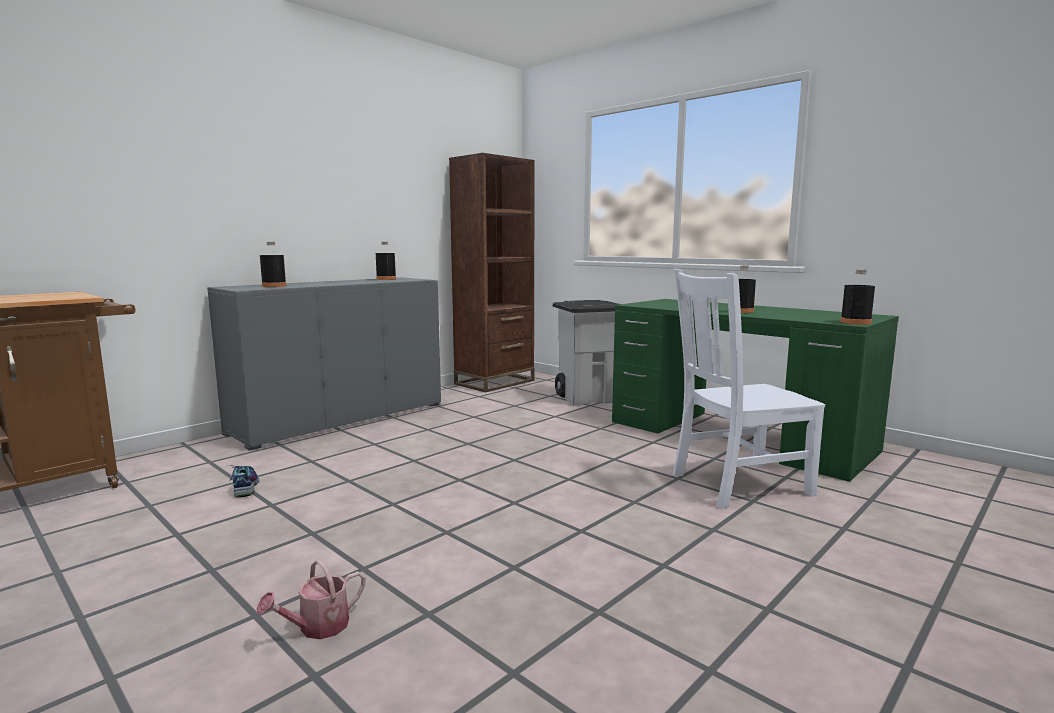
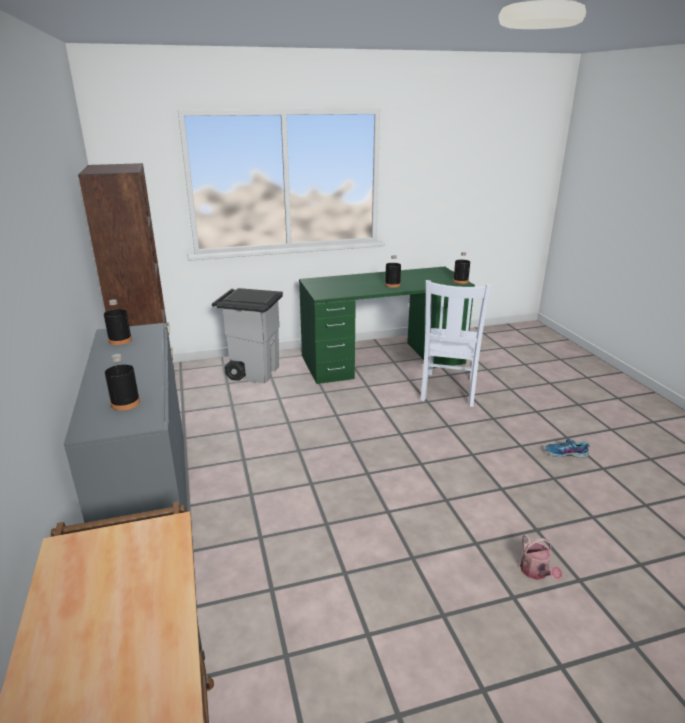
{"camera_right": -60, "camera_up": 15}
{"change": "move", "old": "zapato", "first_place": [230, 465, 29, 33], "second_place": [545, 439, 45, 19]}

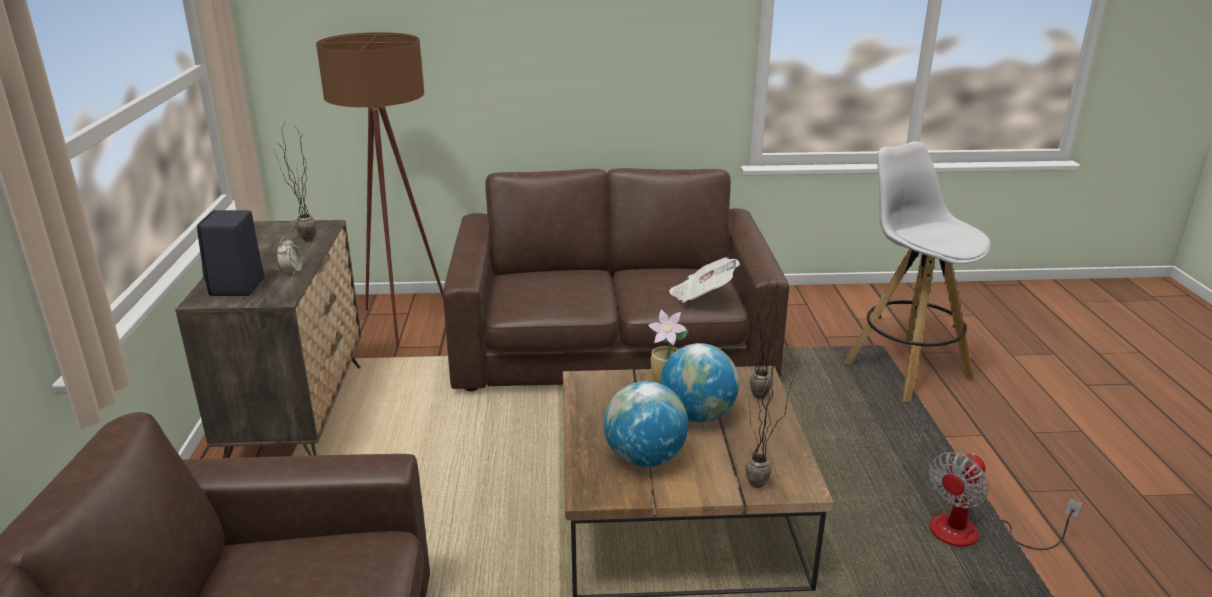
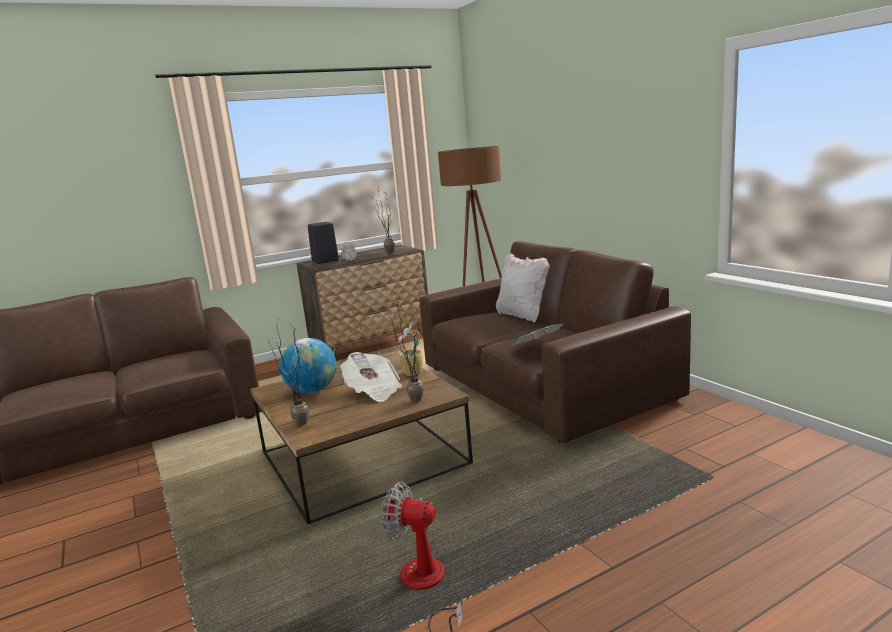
{"camera_right": 65, "camera_up": -10}
{"change": "replace", "old": "globo terráqueo", "new": "periódico", "first_place": [660, 343, 79, 79], "second_place": [340, 352, 62, 50]}
{"change": "delete", "old": "taburete [blanco]", "first_place": [844, 141, 146, 261]}
{"change": "insert", "new": "cojín [blanco]", "second_place": [496, 253, 54, 70]}

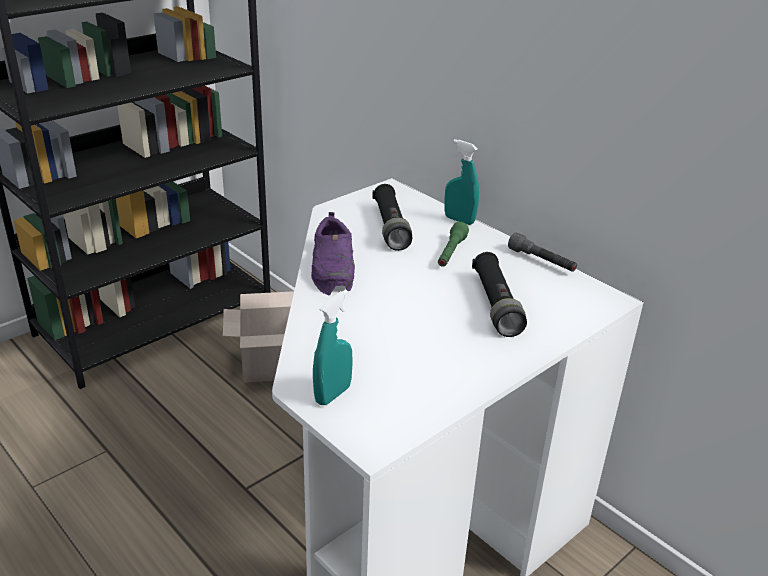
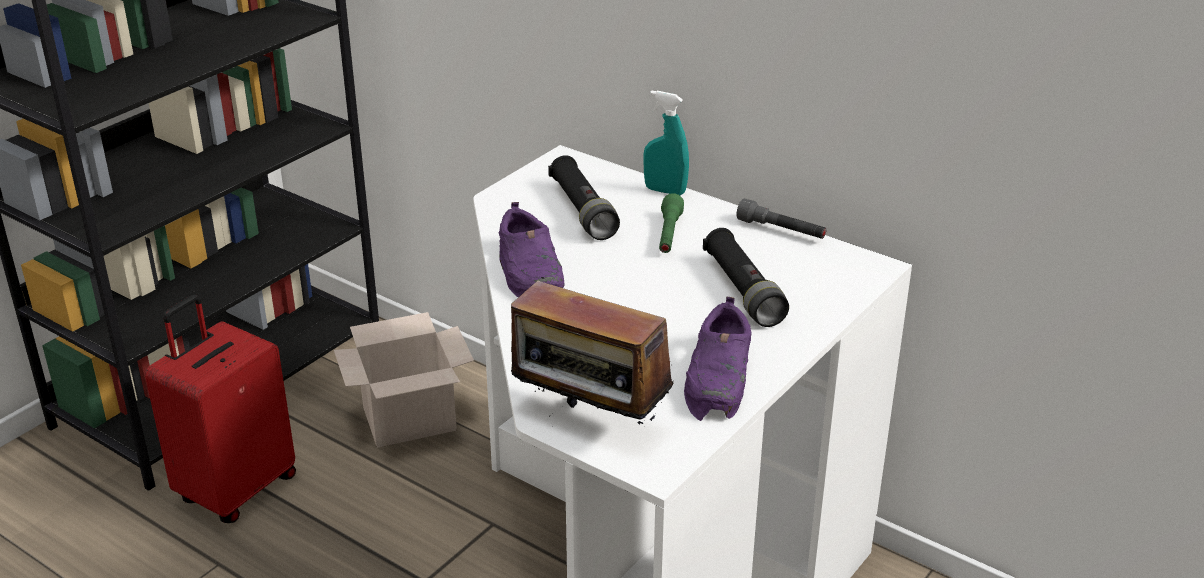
{"camera_right": -10, "camera_up": 0}
{"change": "replace", "old": "pulverizador [turquesa]", "new": "radio", "first_place": [313, 290, 40, 115], "second_place": [511, 277, 162, 148]}
{"change": "insert", "new": "maleta [rojo]", "second_place": [145, 295, 151, 228]}
{"change": "insert", "new": "zapato [morado]", "second_place": [684, 297, 68, 124]}

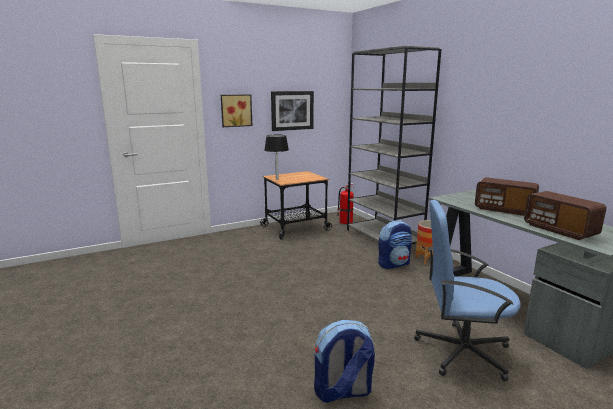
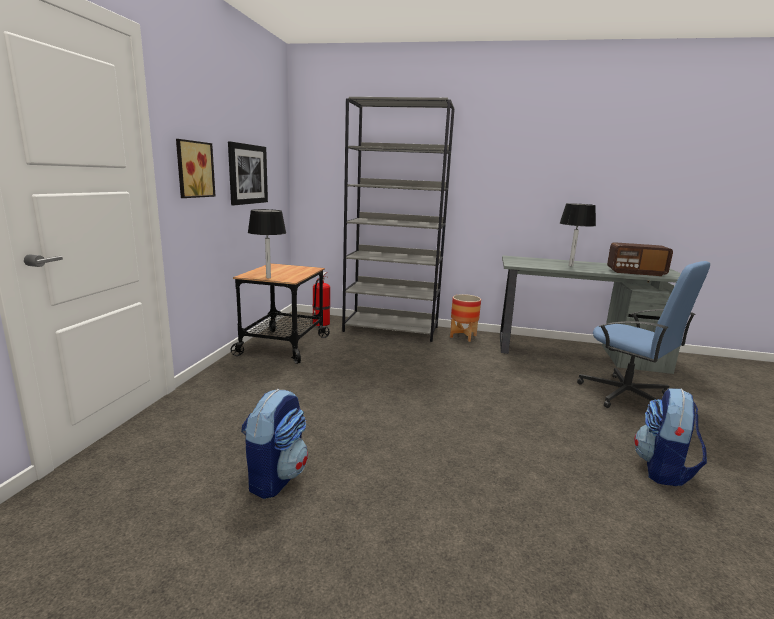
{"camera_right": -50, "camera_up": 0}
{"change": "move", "old": "mochila", "first_place": [378, 220, 34, 49], "second_place": [241, 389, 67, 110]}
{"change": "rotate", "old": "silla de oficina [azul]", "first_place": [414, 200, 107, 181], "second_place": [577, 261, 133, 147], "degrees": -90}
{"change": "replace", "old": "radio", "new": "lámpara de mesa [negro]", "first_place": [475, 177, 64, 39], "second_place": [560, 203, 36, 63]}

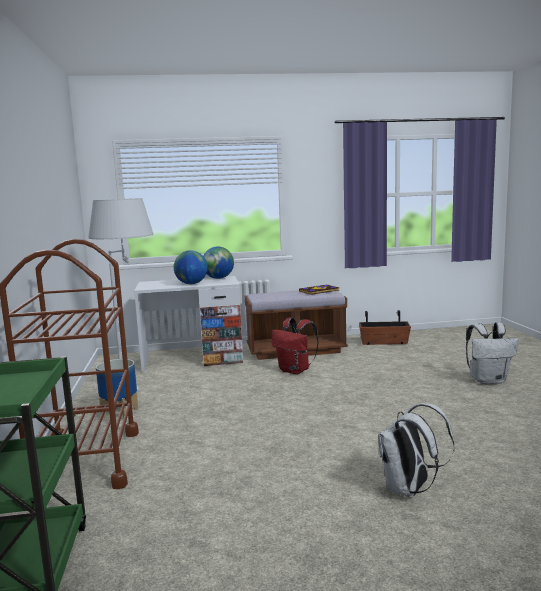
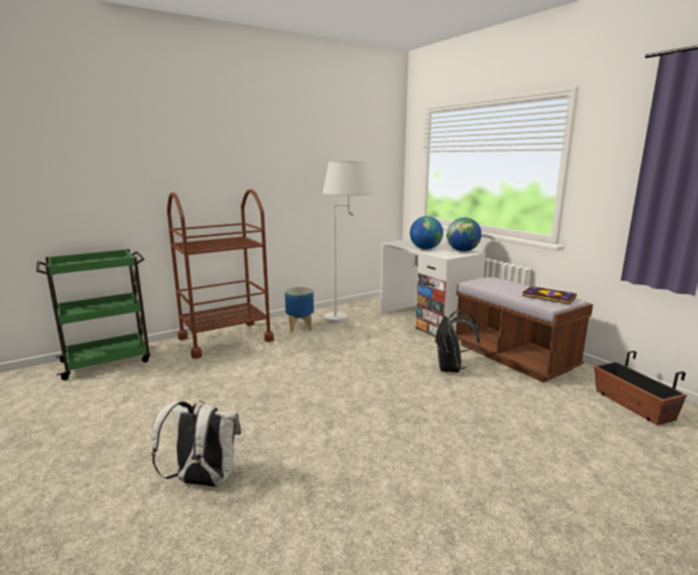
{"camera_right": 65, "camera_up": 5}
{"change": "recolor", "old": "mochila [rojo]", "new": "mochila [negro]", "first_place": [272, 317, 47, 57], "second_place": [435, 310, 46, 63]}
{"change": "delete", "old": "mochila [blanco]", "first_place": [466, 322, 53, 62]}

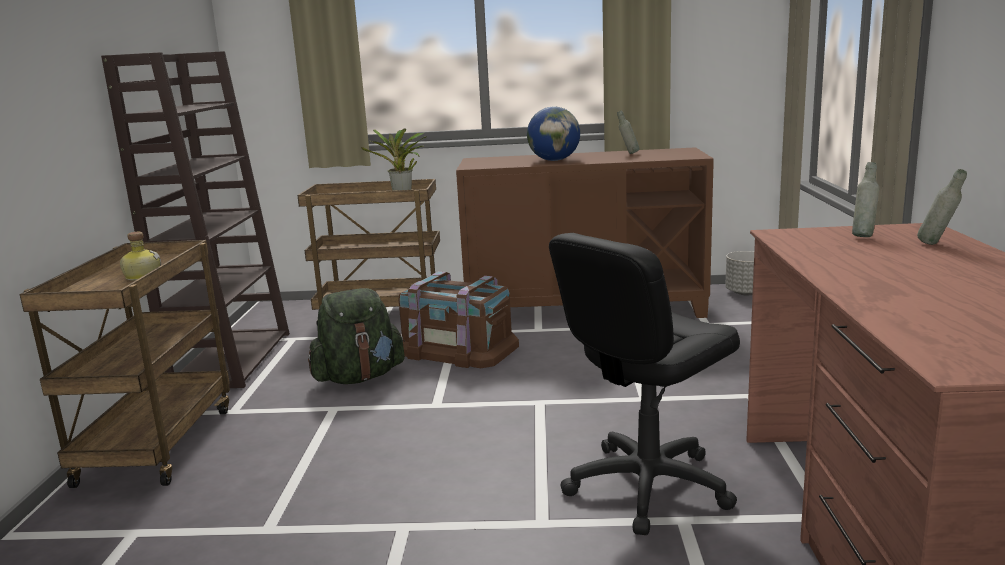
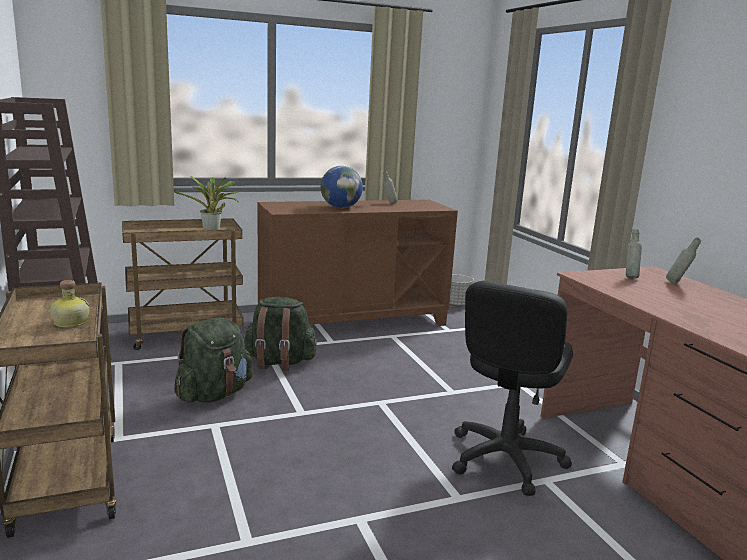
{"camera_right": -25, "camera_up": 0}
{"change": "replace", "old": "caja de almacenaje [marrón]", "new": "mochila [verde]", "first_place": [398, 271, 121, 97], "second_place": [243, 297, 74, 74]}

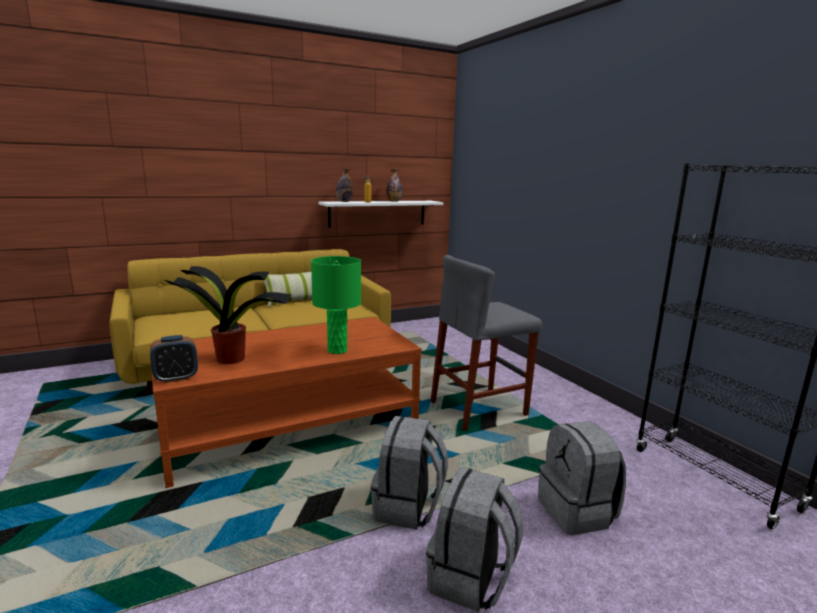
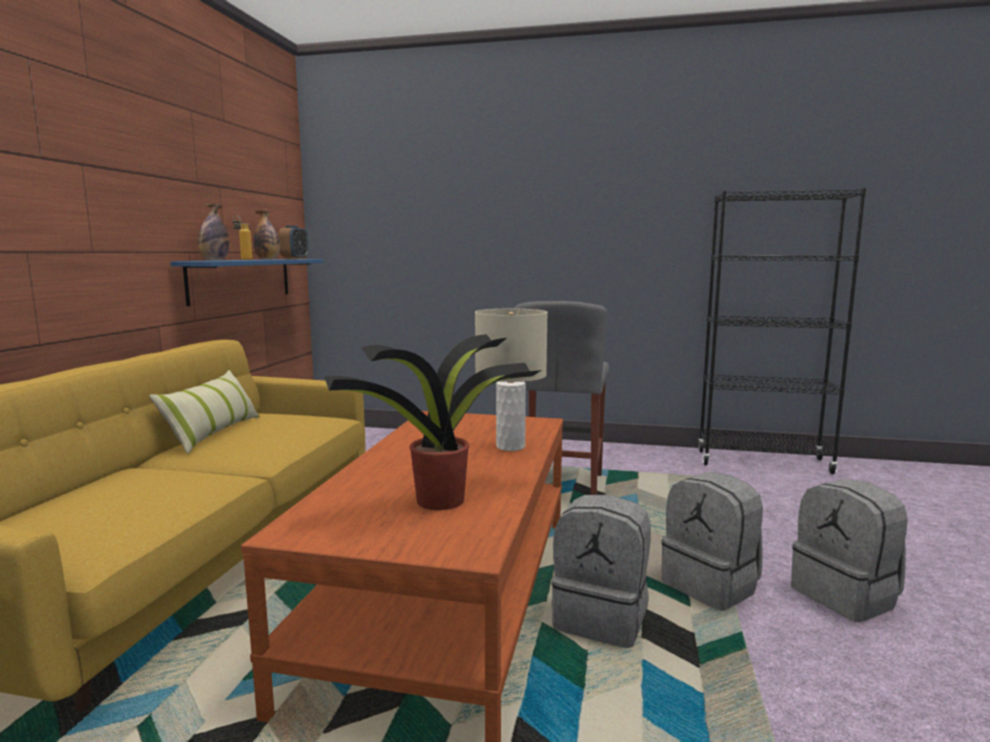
{"camera_right": -50, "camera_up": -5}
{"change": "move", "old": "despertador", "first_place": [150, 335, 48, 48], "second_place": [279, 225, 29, 34]}
{"change": "recolor", "old": "lámpara de mesa [verde]", "new": "lámpara de mesa [beis]", "first_place": [311, 256, 50, 98], "second_place": [475, 309, 73, 142]}
{"change": "recolor", "old": "estante [blanco]", "new": "estante [azul]", "first_place": [319, 201, 125, 27], "second_place": [171, 259, 152, 47]}
{"change": "move", "old": "mochila [gris]", "first_place": [538, 421, 88, 114], "second_place": [552, 495, 99, 153]}

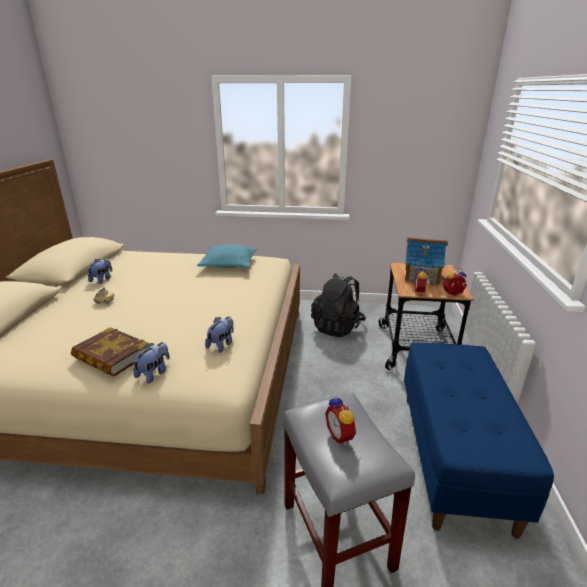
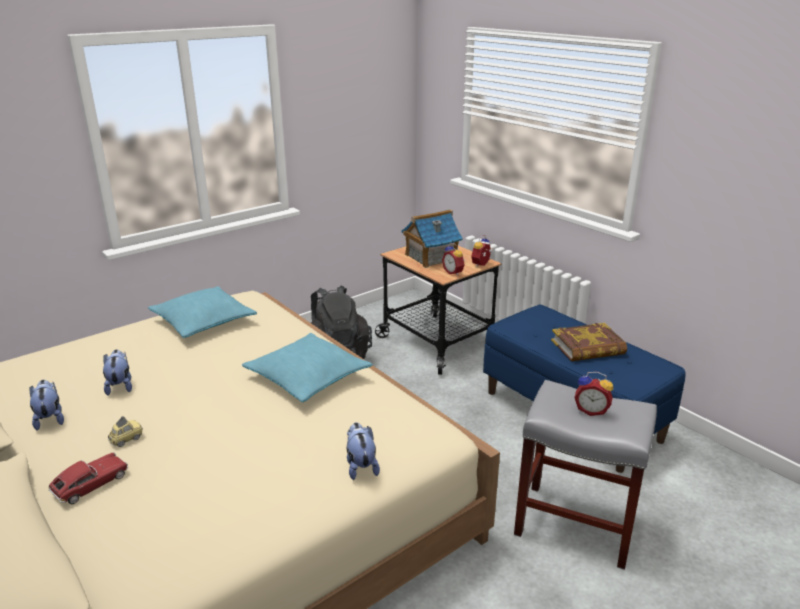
{"camera_right": -45, "camera_up": 0}
{"change": "move", "old": "libro", "first_place": [71, 327, 78, 50], "second_place": [551, 323, 76, 38]}
{"change": "move", "old": "peluche", "first_place": [205, 316, 29, 37], "second_place": [103, 350, 29, 46]}
{"change": "insert", "new": "coche de juguete", "second_place": [48, 452, 80, 52]}
{"change": "insert", "new": "cojín [turquesa]", "second_place": [242, 333, 130, 69]}

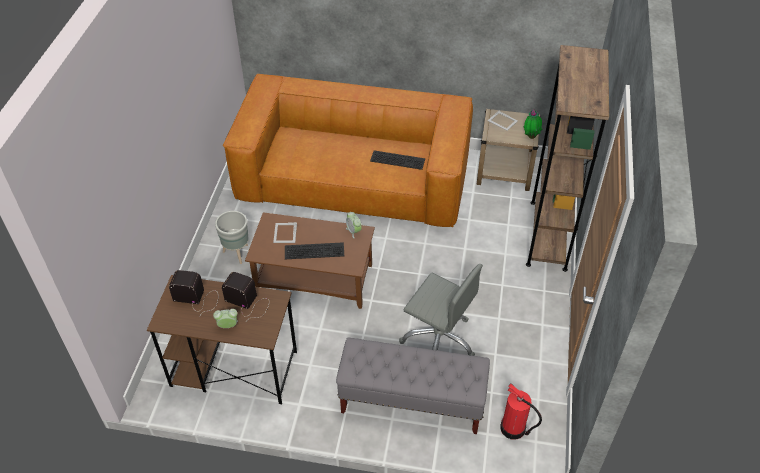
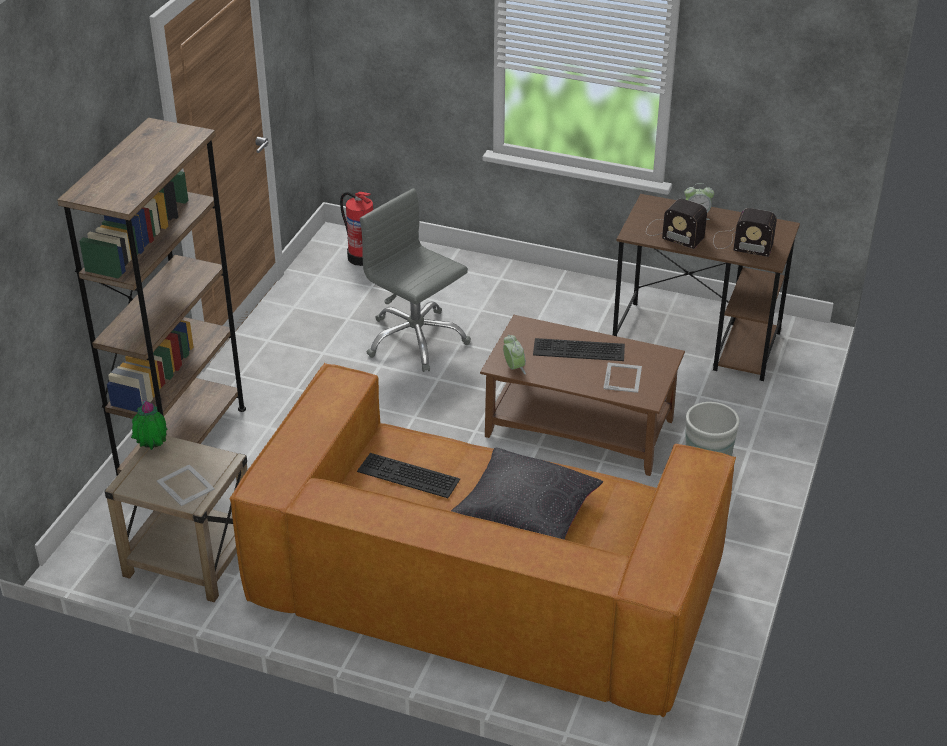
{"camera_right": -170, "camera_up": -10}
{"change": "delete", "old": "banco [gris]", "first_place": [336, 337, 154, 97]}
{"change": "insert", "new": "cojín [negro]", "second_place": [451, 448, 152, 92]}

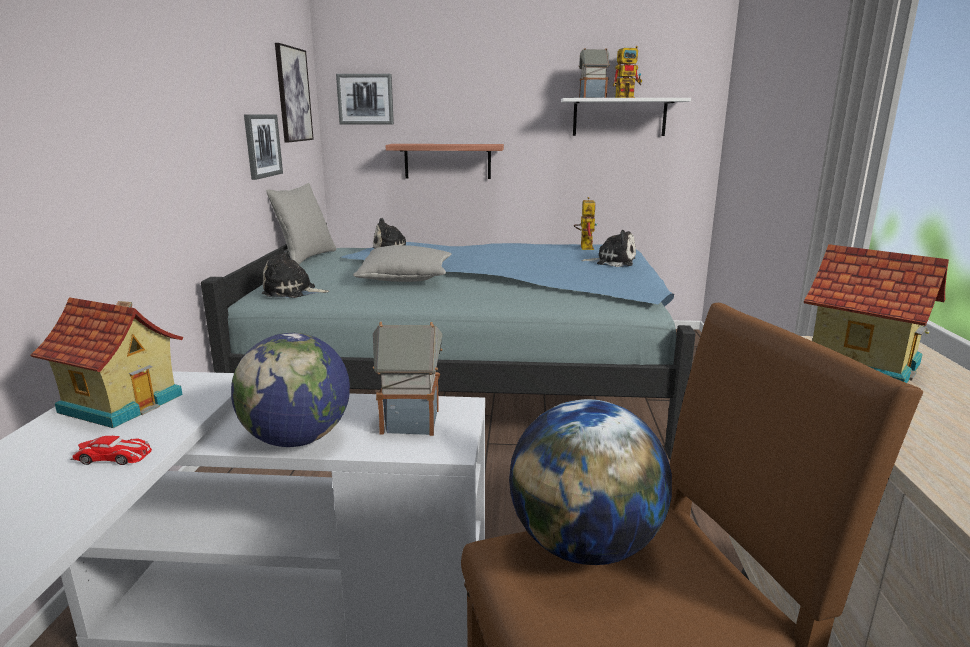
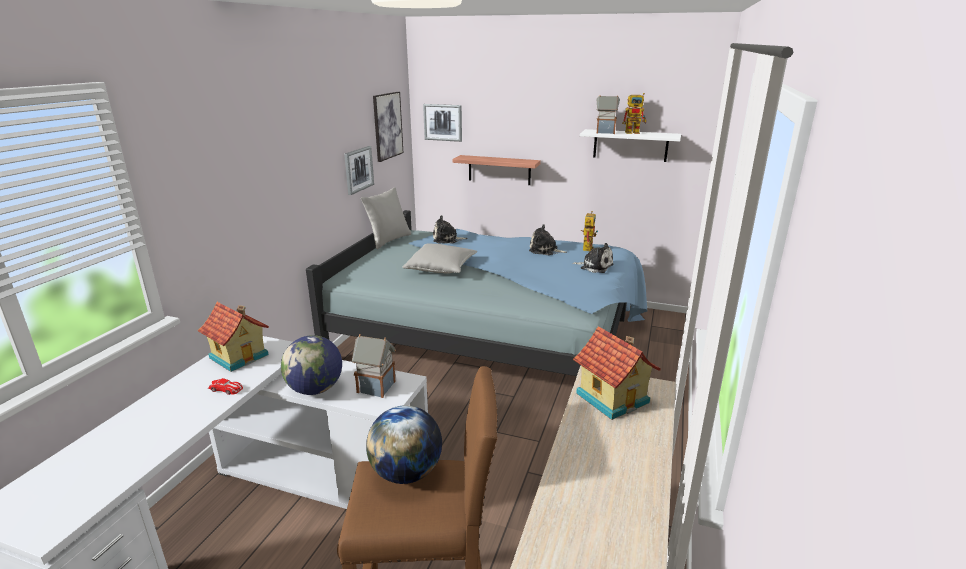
{"camera_right": 15, "camera_up": 5}
{"change": "move", "old": "peluche", "first_place": [262, 249, 67, 49], "second_place": [529, 224, 38, 31]}

